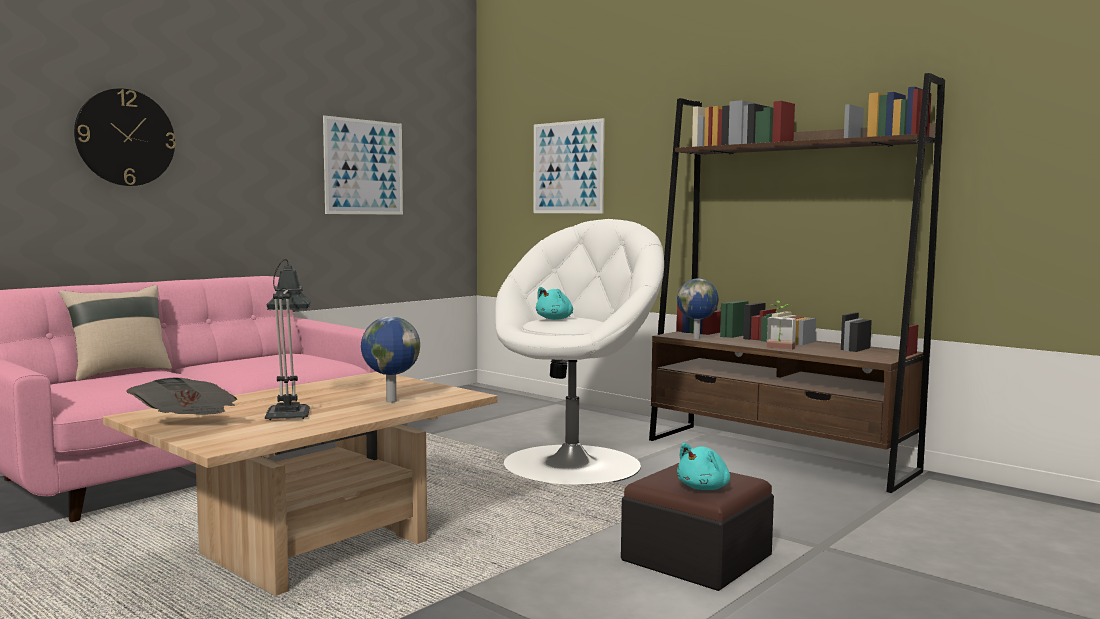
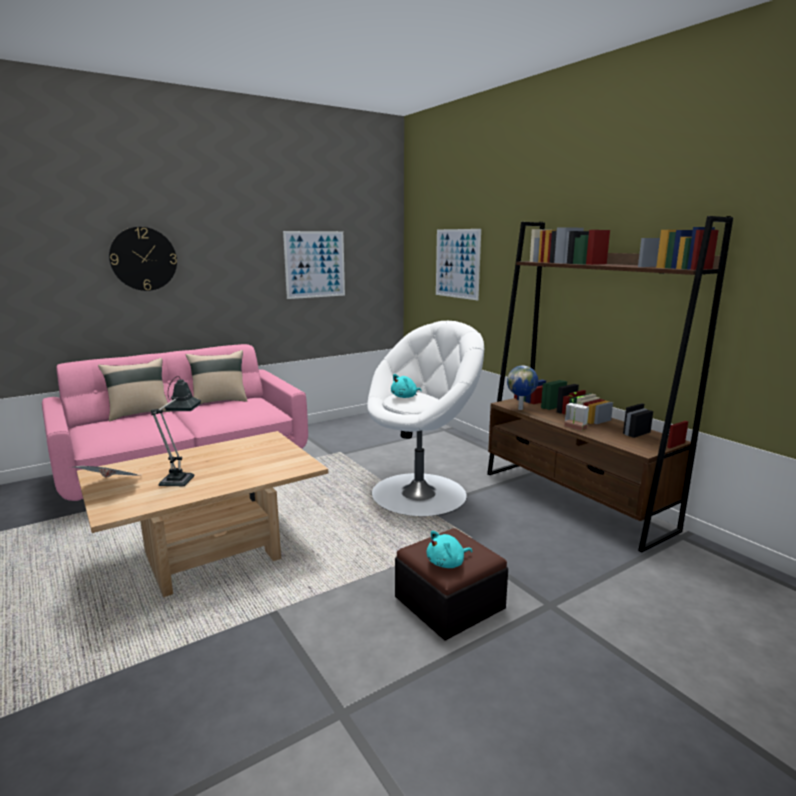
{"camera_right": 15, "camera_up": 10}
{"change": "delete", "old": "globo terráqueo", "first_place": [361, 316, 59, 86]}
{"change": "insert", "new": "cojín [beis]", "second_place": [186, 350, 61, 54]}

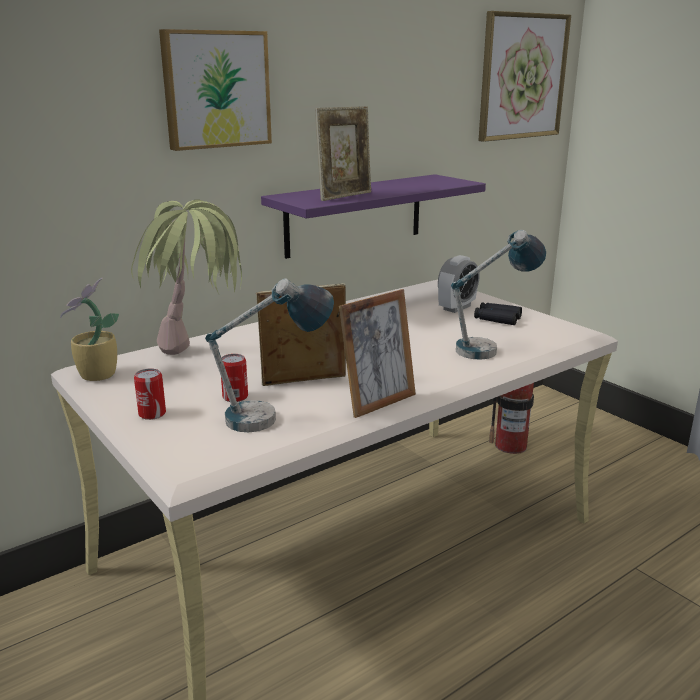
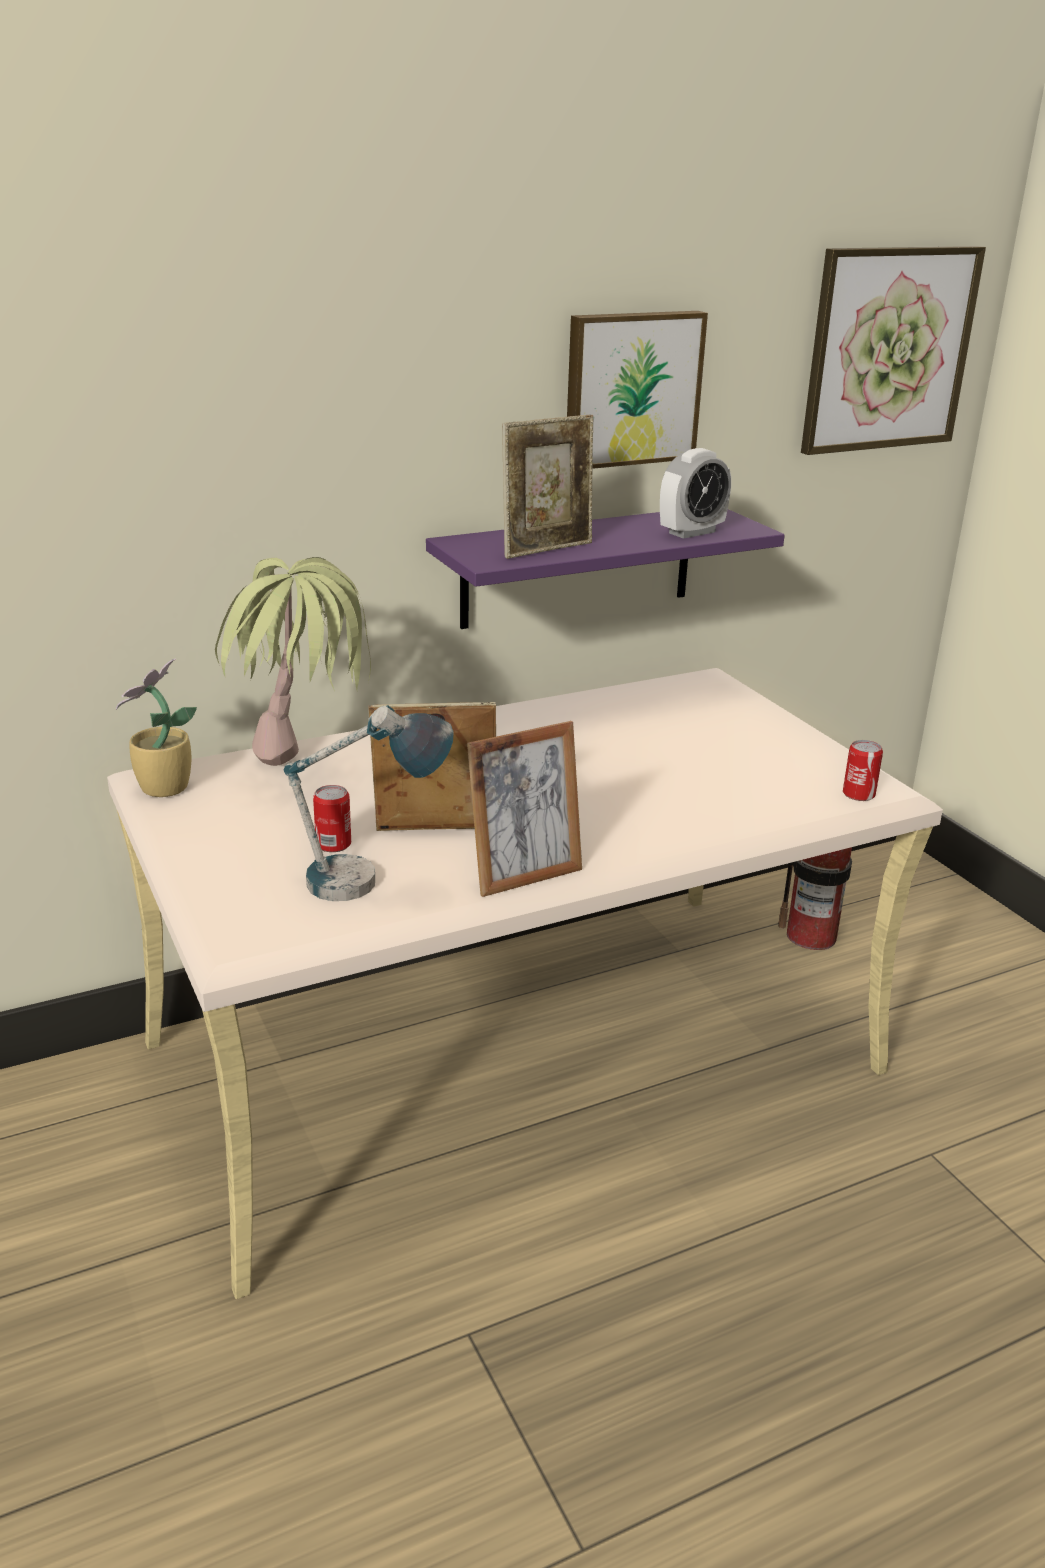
{"camera_right": 10, "camera_up": 5}
{"change": "move", "old": "lata", "first_place": [134, 368, 32, 52], "second_place": [843, 740, 40, 61]}
{"change": "move", "old": "cuadro", "first_place": [159, 29, 113, 122], "second_place": [567, 311, 141, 158]}
{"change": "move", "old": "despertador", "first_place": [438, 255, 42, 58], "second_place": [660, 448, 71, 91]}
{"change": "delete", "old": "lámpara de mesa", "first_place": [451, 230, 95, 130]}
{"change": "delete", "old": "prismáticos [negro]", "first_place": [474, 302, 48, 23]}

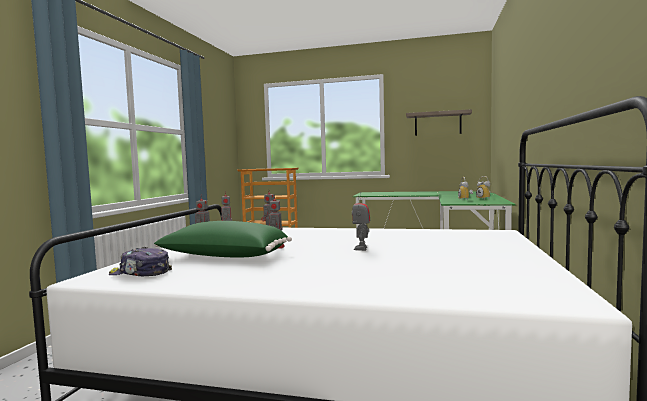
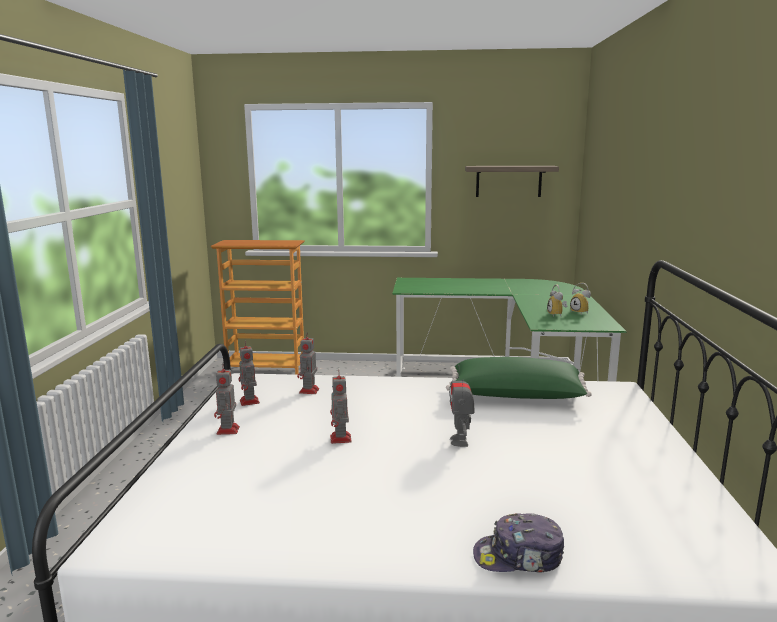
{"camera_right": -10, "camera_up": 10}
{"change": "move", "old": "gorra", "first_place": [109, 247, 63, 29], "second_place": [473, 513, 91, 59]}
{"change": "move", "old": "cojín [verde]", "first_place": [154, 221, 138, 36], "second_place": [446, 357, 146, 42]}

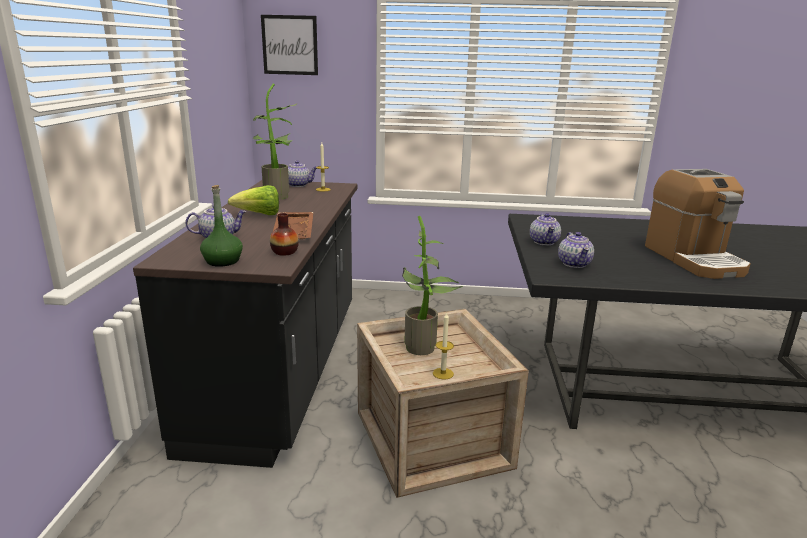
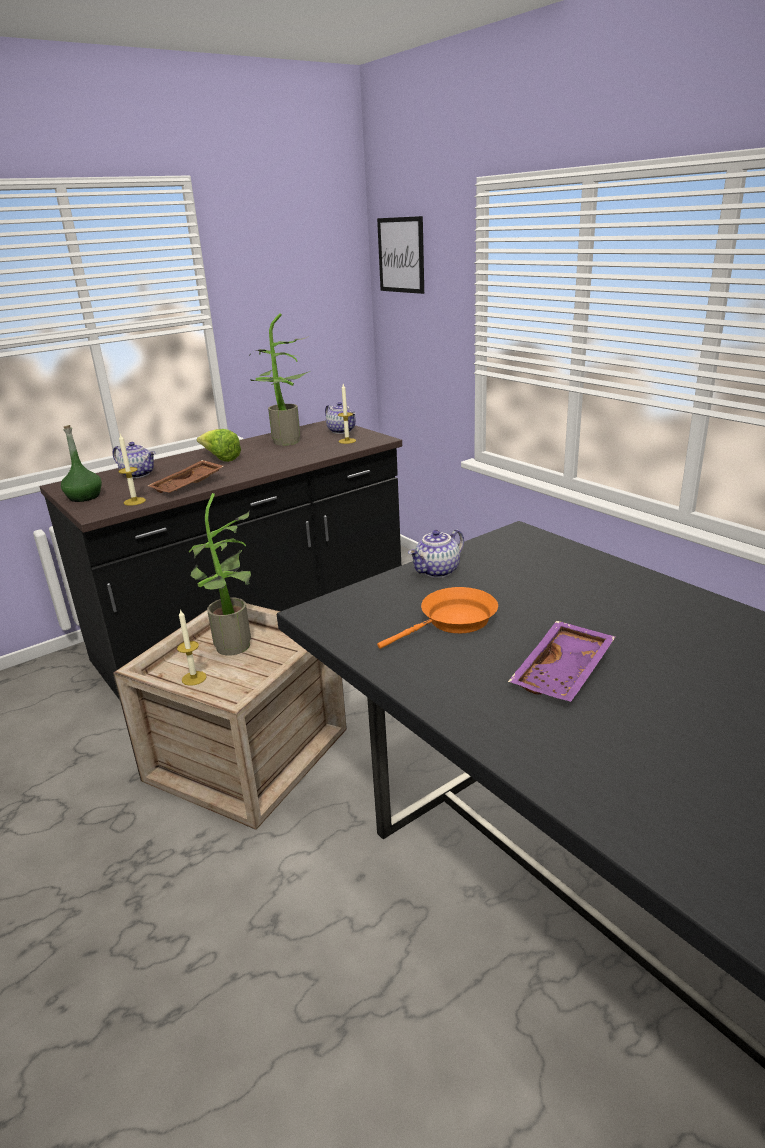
{"camera_right": 50, "camera_up": 5}
{"change": "replace", "old": "florero", "new": "vela", "first_place": [270, 213, 29, 43], "second_place": [118, 434, 28, 72]}
{"change": "delete", "old": "tetera", "first_place": [558, 232, 36, 36]}
{"change": "replace", "old": "cafetera", "new": "bandeja [morado]", "first_place": [645, 169, 106, 110], "second_place": [508, 621, 107, 81]}
{"change": "insert", "new": "sartén [naranja]", "second_place": [377, 587, 121, 62]}

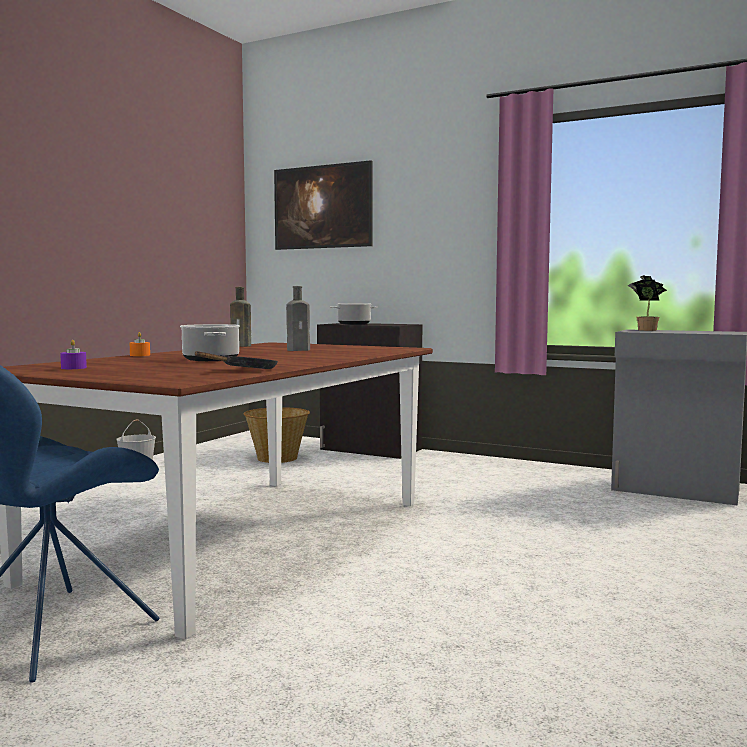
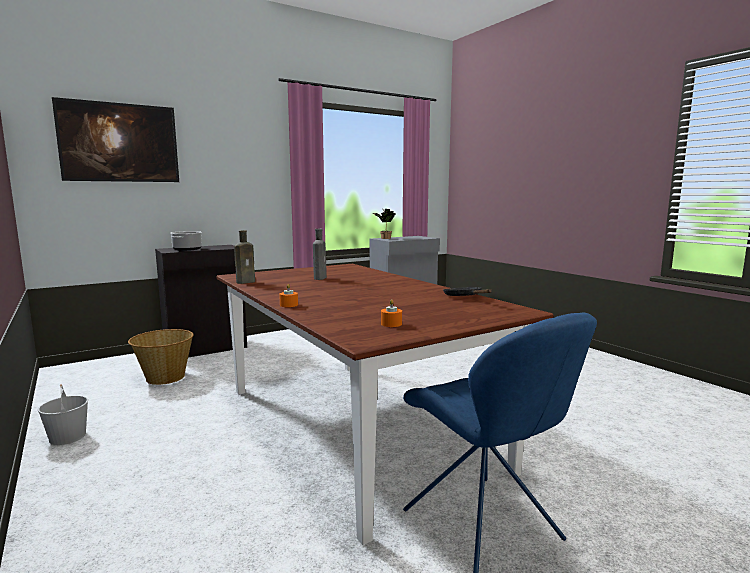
{"camera_right": -60, "camera_up": 5}
{"change": "recolor", "old": "vela [morado]", "new": "vela [naranja]", "first_place": [60, 340, 27, 29], "second_place": [381, 299, 21, 28]}
{"change": "delete", "old": "olla", "first_place": [180, 324, 60, 37]}

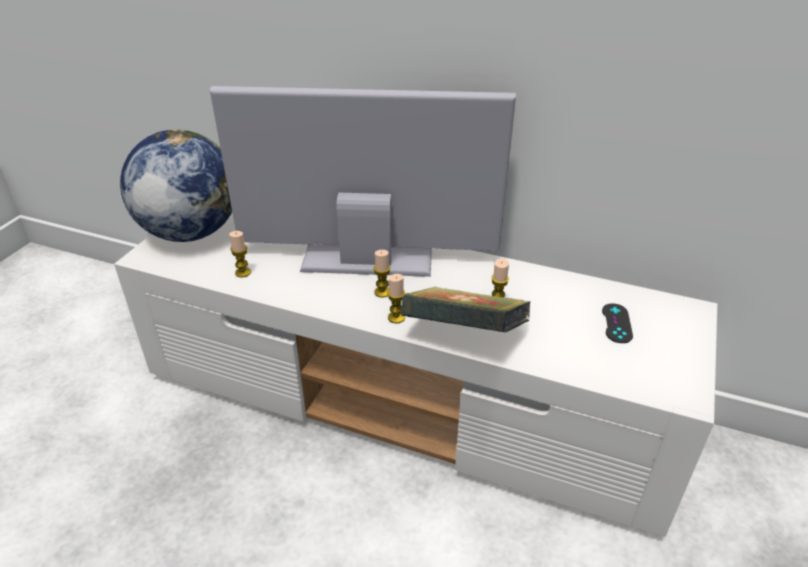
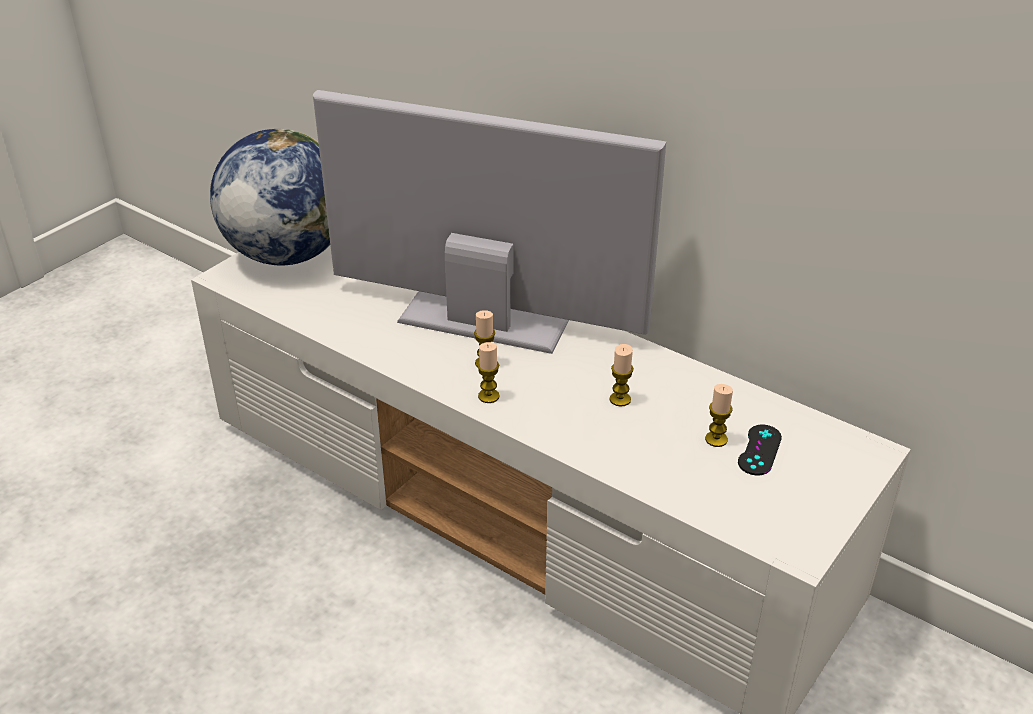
{"camera_right": 15, "camera_up": 0}
{"change": "move", "old": "vela", "first_place": [229, 231, 22, 47], "second_place": [705, 384, 28, 63]}
{"change": "delete", "old": "libro", "first_place": [401, 286, 130, 47]}

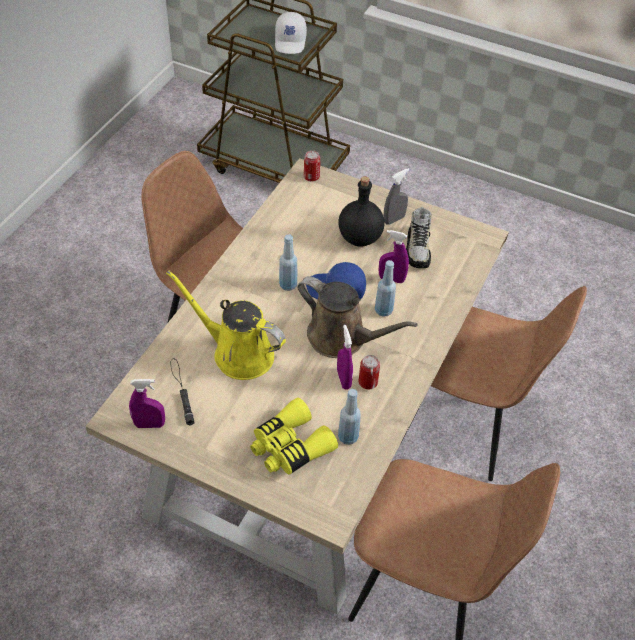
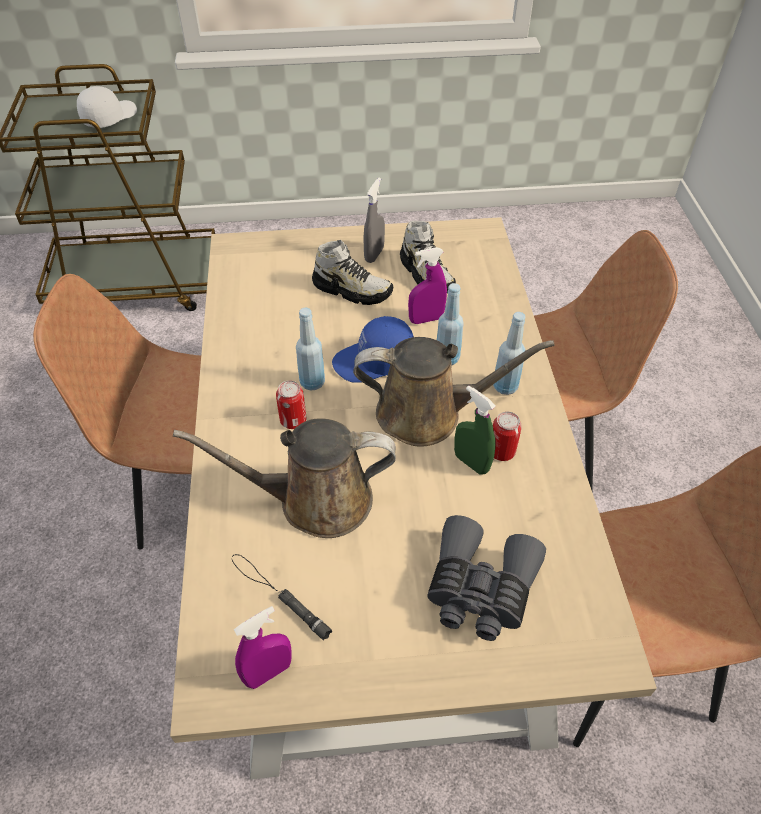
{"camera_right": -30, "camera_up": 0}
{"change": "recolor", "old": "regadera [amarillo]", "new": "regadera [marrón]", "first_place": [166, 270, 120, 110], "second_place": [173, 418, 223, 120]}
{"change": "recolor", "old": "prismáticos [amarillo]", "new": "prismáticos [gris]", "first_place": [250, 397, 88, 78], "second_place": [427, 515, 119, 126]}
{"change": "rotate", "old": "gorra [blanco]", "first_place": [275, 12, 32, 42], "second_place": [77, 86, 60, 42], "degrees": -120}
{"change": "move", "old": "lata", "first_place": [304, 150, 16, 31], "second_place": [276, 380, 30, 49]}
{"change": "recolor", "old": "pulverizador [morado]", "new": "pulverizador [verde]", "first_place": [337, 325, 16, 65], "second_place": [454, 385, 42, 90]}
{"change": "replace", "old": "botella [negro]", "new": "zapato", "first_place": [338, 176, 47, 71], "second_place": [312, 240, 81, 65]}
{"change": "move", "old": "botella [azul]", "first_place": [338, 389, 23, 56], "second_place": [493, 312, 33, 83]}

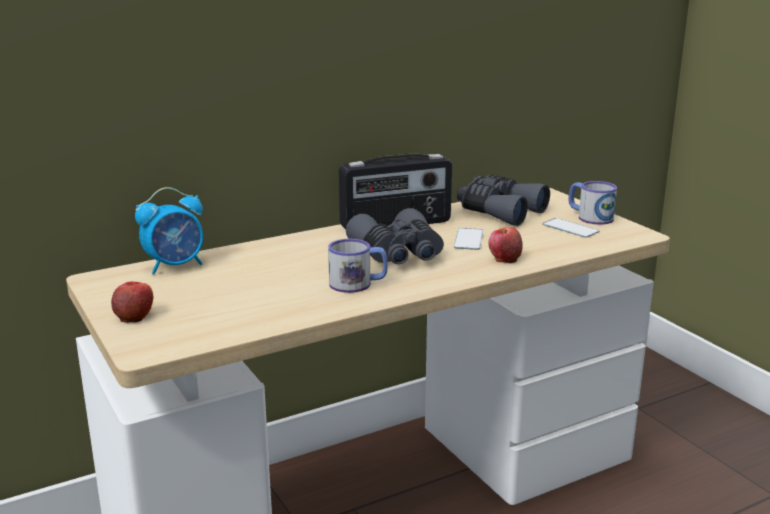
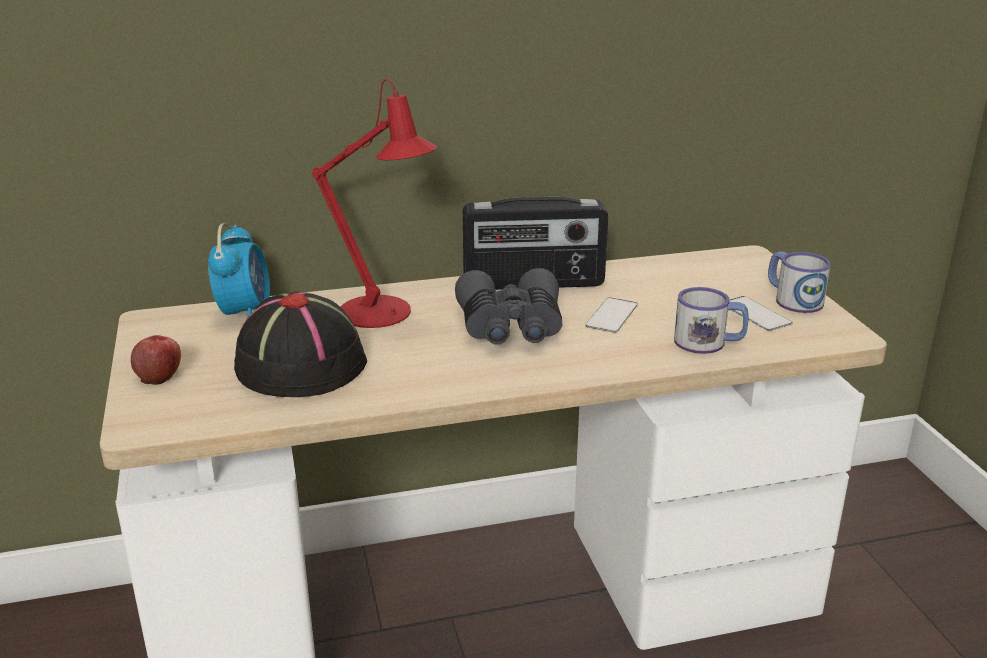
{"camera_right": 15, "camera_up": 5}
{"change": "rotate", "old": "despertador", "first_place": [135, 187, 68, 87], "second_place": [208, 223, 62, 94], "degrees": -75}
{"change": "move", "old": "taza grande", "first_place": [328, 239, 60, 54], "second_place": [674, 287, 74, 67]}
{"change": "delete", "old": "prismáticos [gris]", "first_place": [457, 175, 93, 51]}
{"change": "delete", "old": "manzana", "first_place": [489, 227, 34, 36]}
{"change": "insert", "new": "sombrero [negro]", "second_place": [234, 291, 133, 106]}
{"change": "insert", "new": "lámpara de mesa [rojo]", "second_place": [312, 79, 125, 249]}

